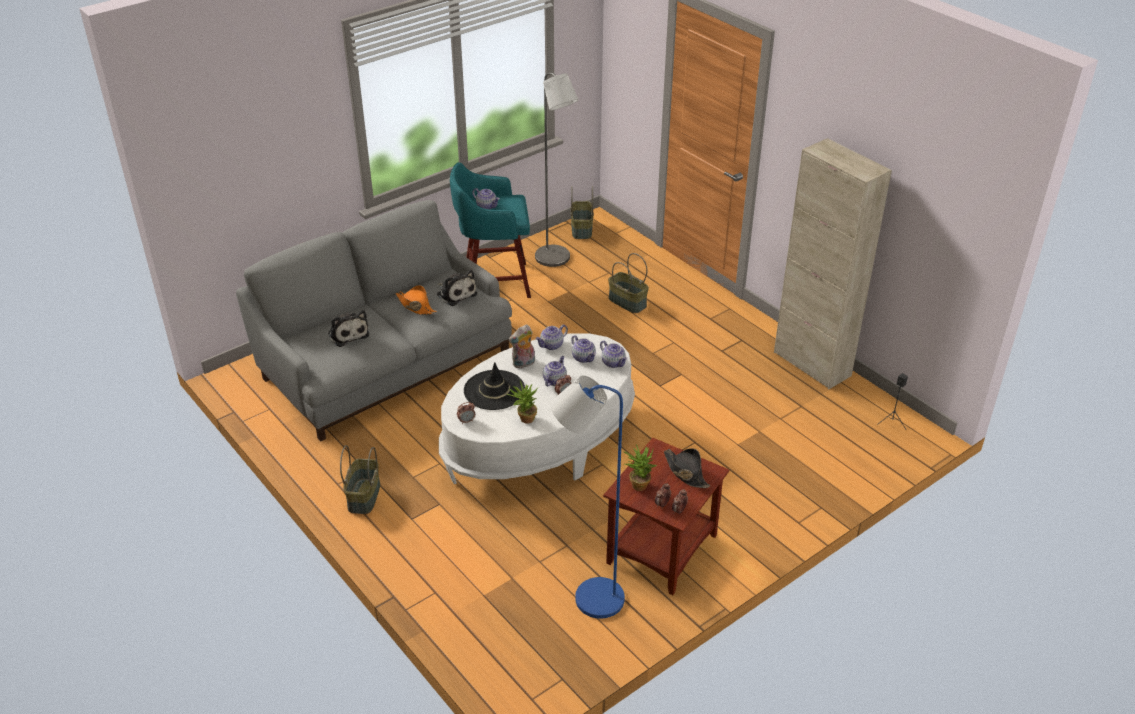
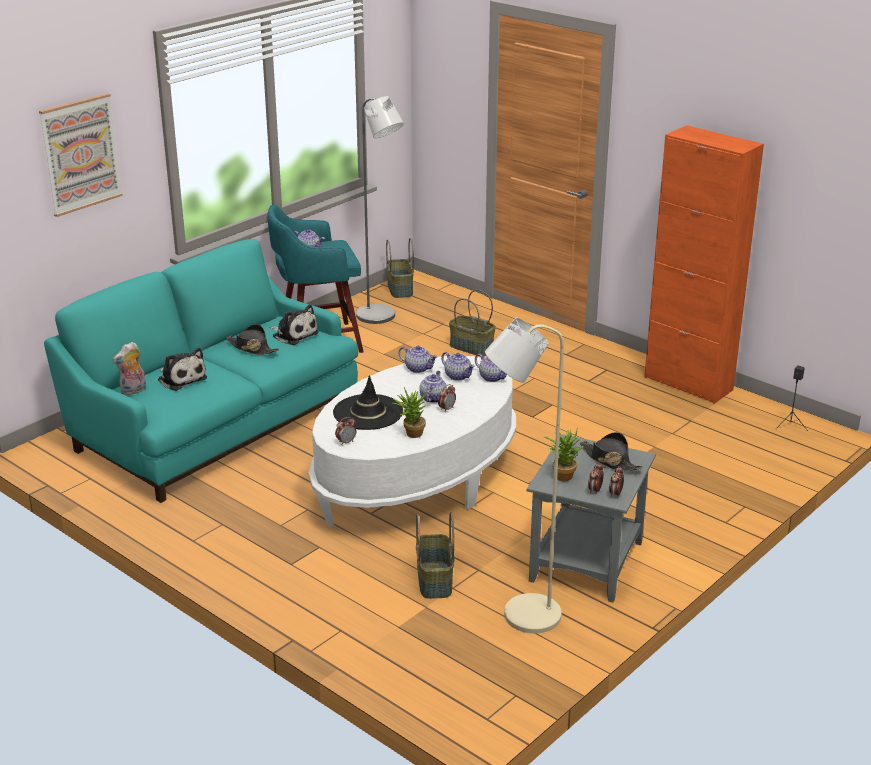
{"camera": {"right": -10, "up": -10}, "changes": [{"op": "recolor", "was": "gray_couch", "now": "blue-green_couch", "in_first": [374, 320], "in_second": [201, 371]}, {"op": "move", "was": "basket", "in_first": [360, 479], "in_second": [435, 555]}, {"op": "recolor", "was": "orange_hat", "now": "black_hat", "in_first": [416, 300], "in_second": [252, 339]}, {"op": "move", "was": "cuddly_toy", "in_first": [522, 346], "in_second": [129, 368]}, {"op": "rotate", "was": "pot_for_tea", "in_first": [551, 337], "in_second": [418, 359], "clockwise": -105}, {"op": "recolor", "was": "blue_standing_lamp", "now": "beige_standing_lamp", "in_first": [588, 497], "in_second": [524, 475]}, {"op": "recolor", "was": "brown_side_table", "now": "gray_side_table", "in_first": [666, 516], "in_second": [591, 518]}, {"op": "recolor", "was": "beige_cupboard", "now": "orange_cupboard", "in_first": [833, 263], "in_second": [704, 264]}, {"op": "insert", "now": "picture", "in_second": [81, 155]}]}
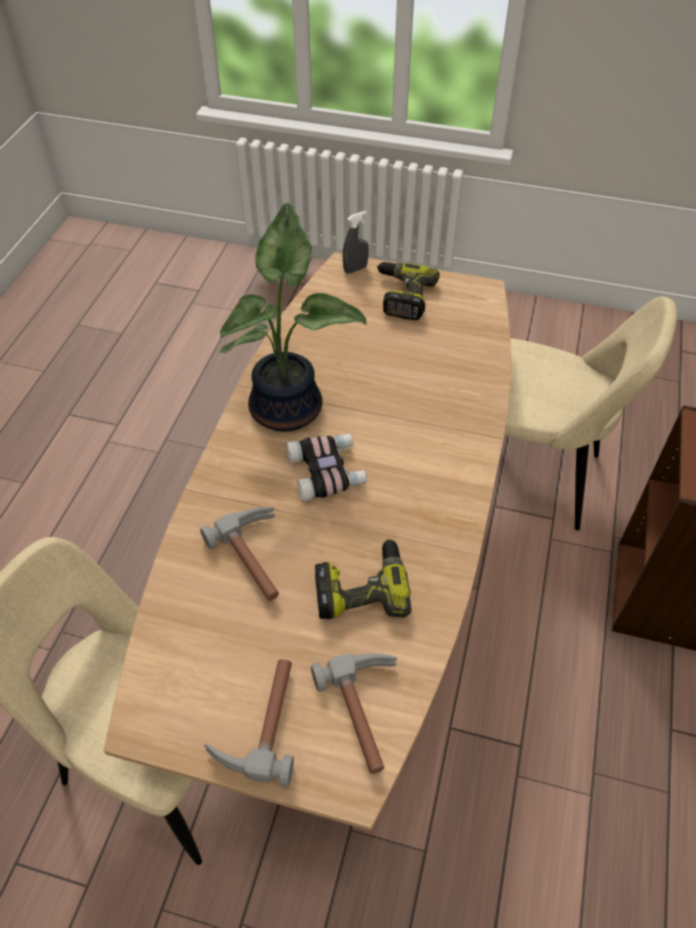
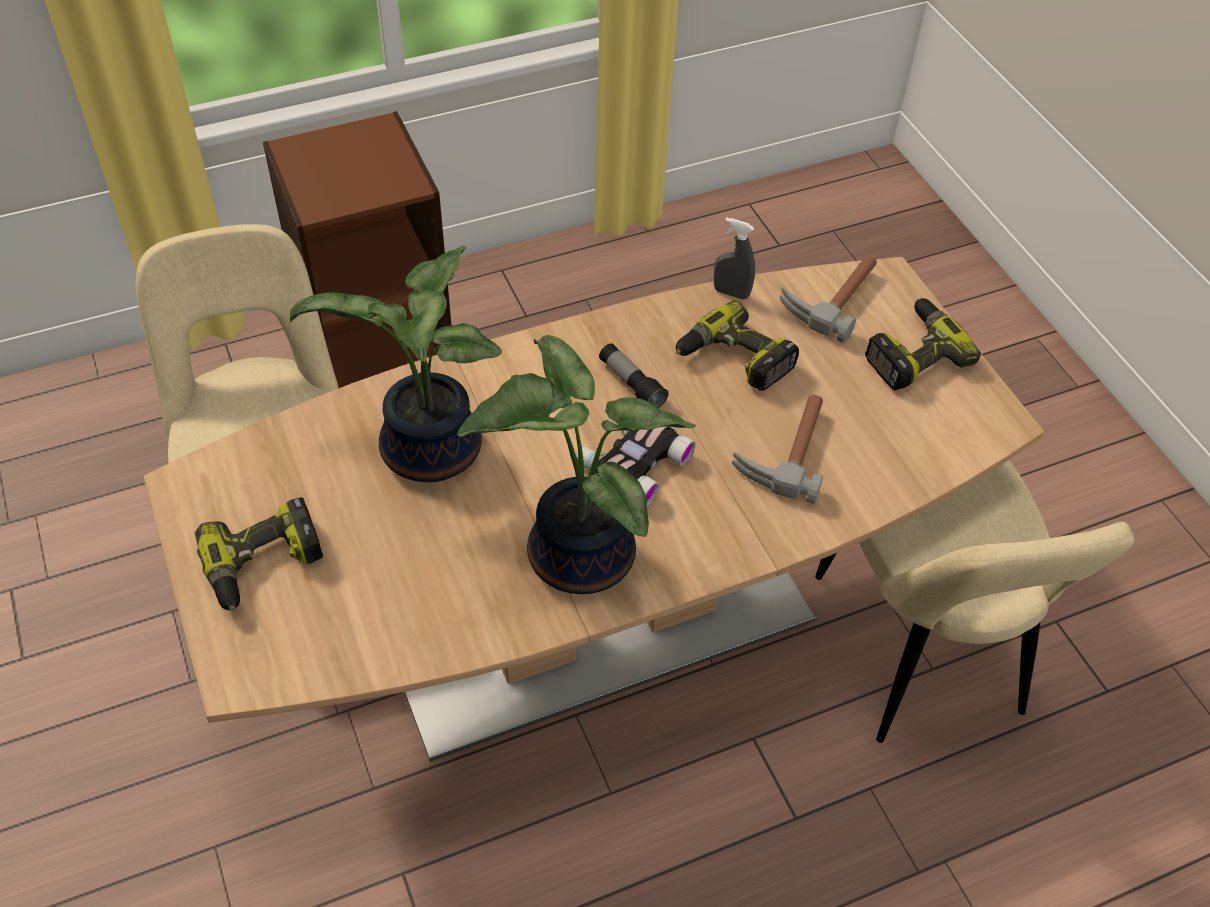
{"camera": {"right": -130, "up": 0}, "changes": [{"op": "replace", "was": "hand_hammer", "now": "power_drill", "in_first": [249, 723], "in_second": [923, 344]}, {"op": "move", "was": "gray_spray_bottle", "in_first": [356, 242], "in_second": [734, 258]}, {"op": "insert", "now": "plant_in_a_pot", "in_second": [396, 363]}, {"op": "insert", "now": "torch", "in_second": [633, 375]}]}
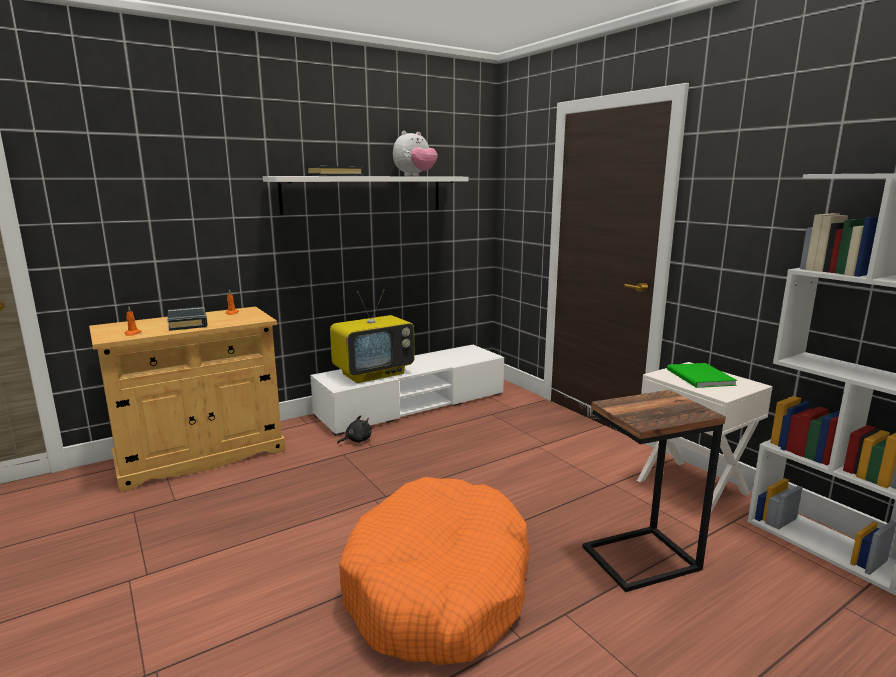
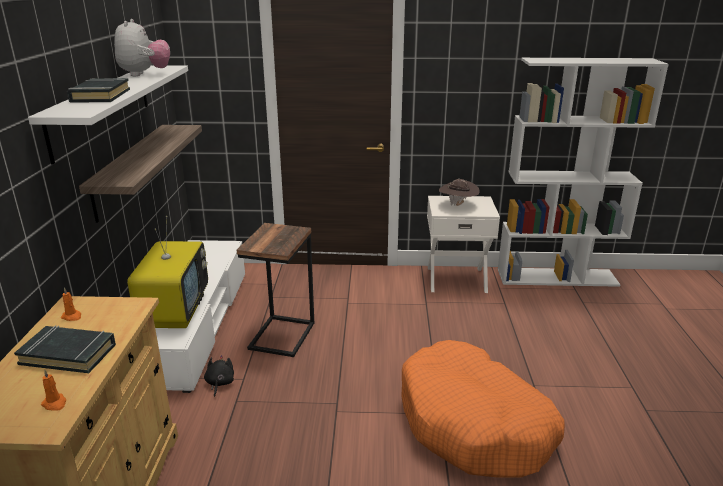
{"camera": {"right": -55, "up": 10}, "changes": [{"op": "move", "was": "side_table", "in_first": [654, 491], "in_second": [275, 290]}, {"op": "replace", "was": "green_bound_book", "now": "brown_hat", "in_first": [702, 375], "in_second": [459, 192]}, {"op": "insert", "now": "wall_shelf", "in_second": [140, 174]}]}
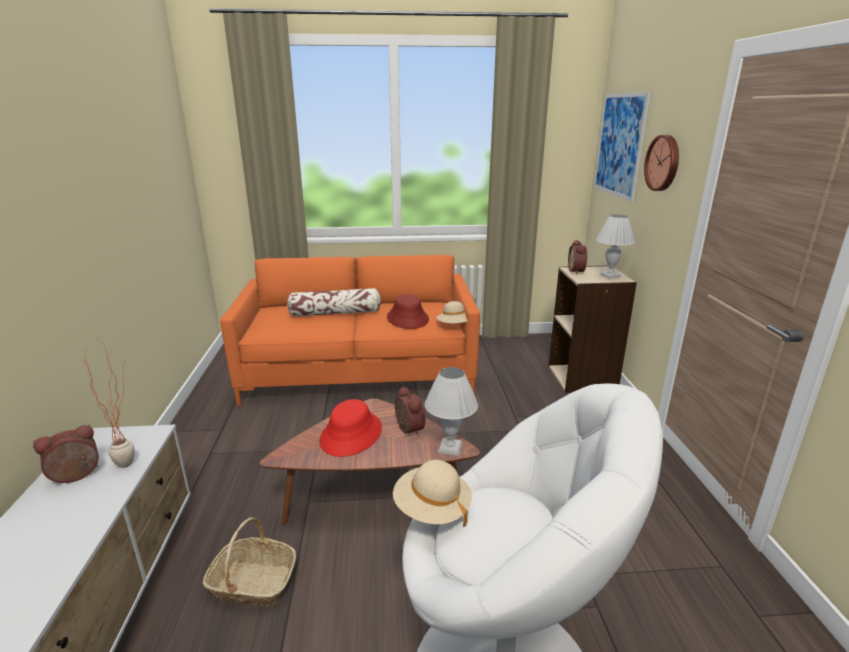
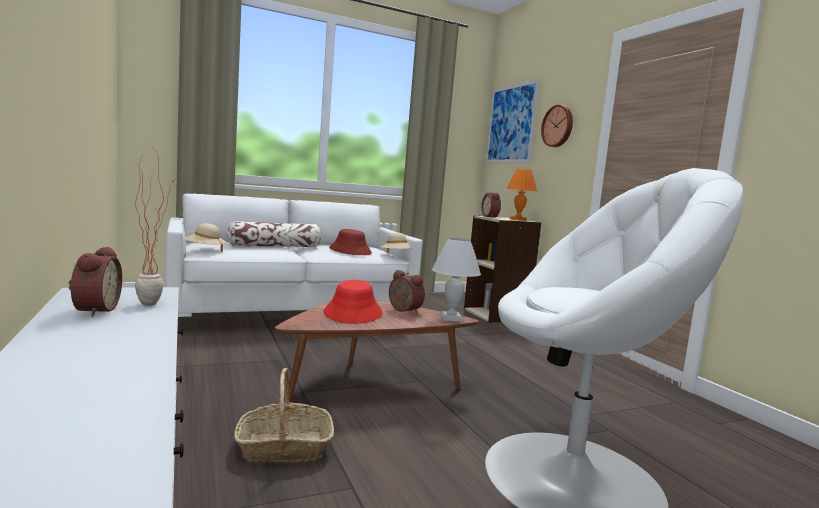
{"camera": {"right": -20, "up": -15}, "changes": [{"op": "rotate", "was": "table_clock", "in_first": [66, 454], "in_second": [95, 282], "clockwise": 135}, {"op": "recolor", "was": "orange_couch", "now": "white_couch", "in_first": [350, 330], "in_second": [293, 255]}, {"op": "move", "was": "beige_hat", "in_first": [432, 493], "in_second": [205, 237]}, {"op": "recolor", "was": "white_lamp_for_a_table", "now": "orange_lamp_for_a_table", "in_first": [615, 247], "in_second": [521, 195]}]}
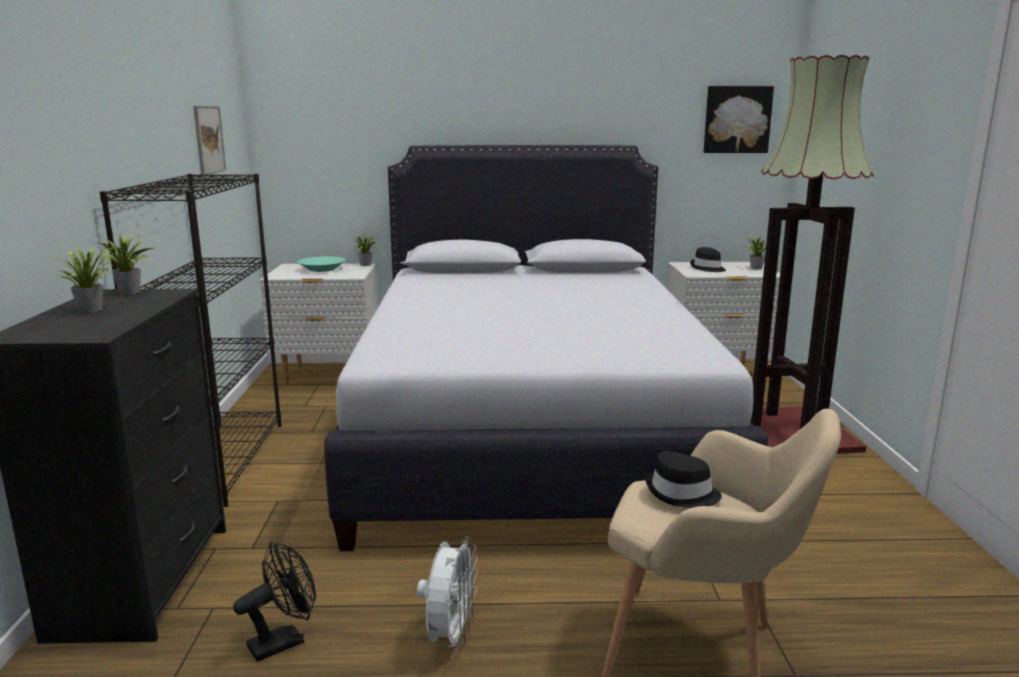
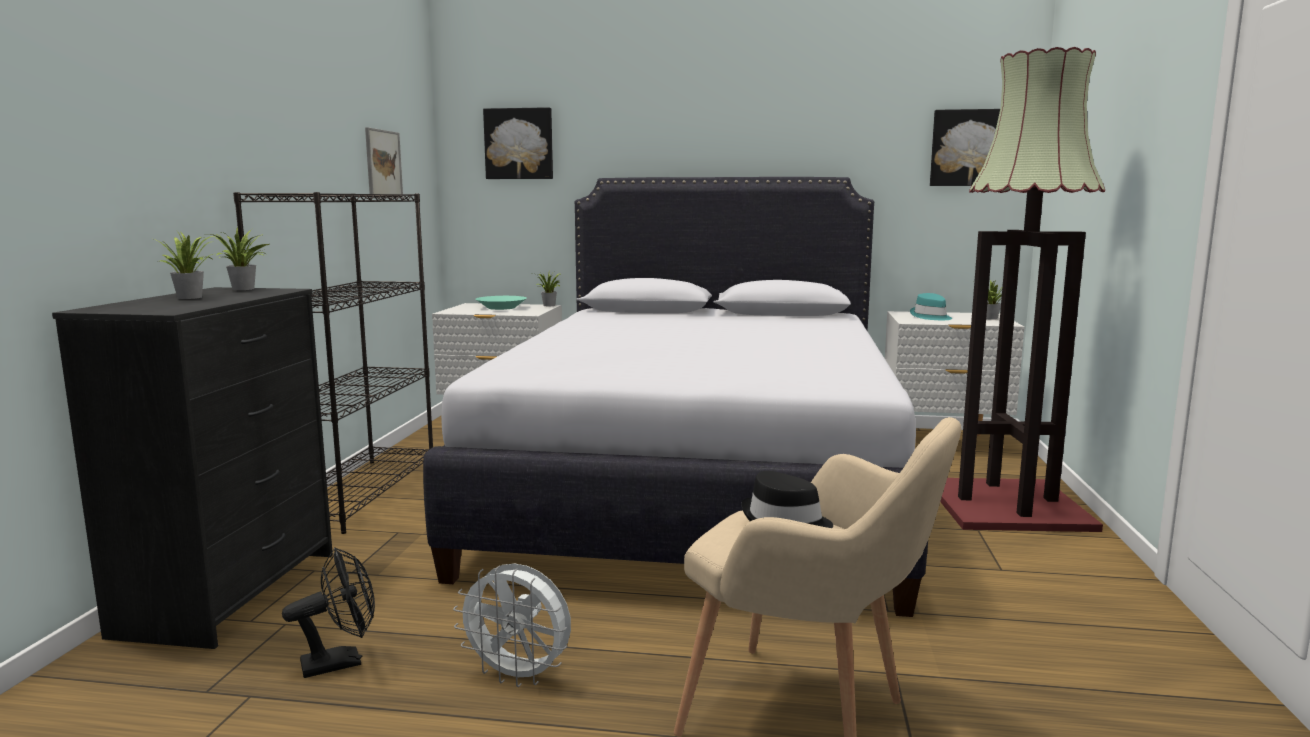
{"camera": {"right": 10, "up": -5}, "changes": [{"op": "rotate", "was": "white_electric_fan", "in_first": [447, 594], "in_second": [512, 625], "clockwise": 90}, {"op": "recolor", "was": "black_hat", "now": "blue-green_hat", "in_first": [708, 259], "in_second": [931, 306]}, {"op": "insert", "now": "picture", "in_second": [518, 143]}]}
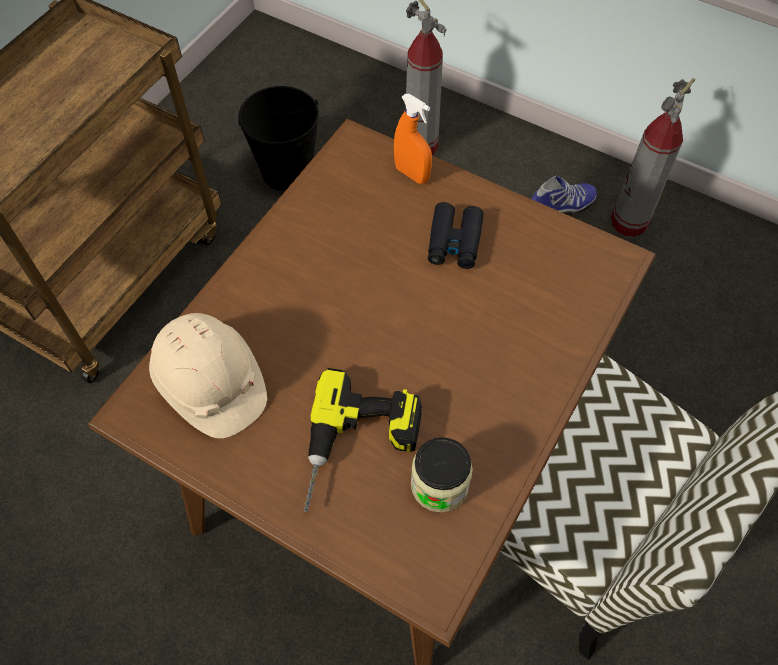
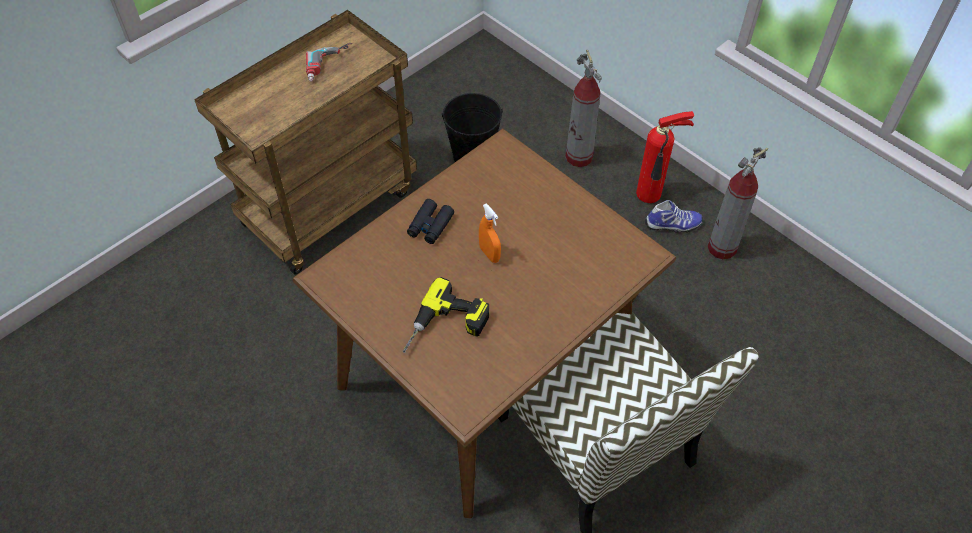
{"camera": {"right": 15, "up": -5}, "changes": [{"op": "delete", "was": "beige_safety_helmet", "in_first": [208, 375]}, {"op": "move", "was": "orange_spray_bottle", "in_first": [413, 139], "in_second": [490, 233]}, {"op": "delete", "was": "storage_jar", "in_first": [442, 474]}, {"op": "move", "was": "black_pair_of_binoculars", "in_first": [456, 235], "in_second": [430, 221]}, {"op": "insert", "now": "power_drill", "in_second": [329, 62]}, {"op": "insert", "now": "fire_extinguisher", "in_second": [665, 157]}]}
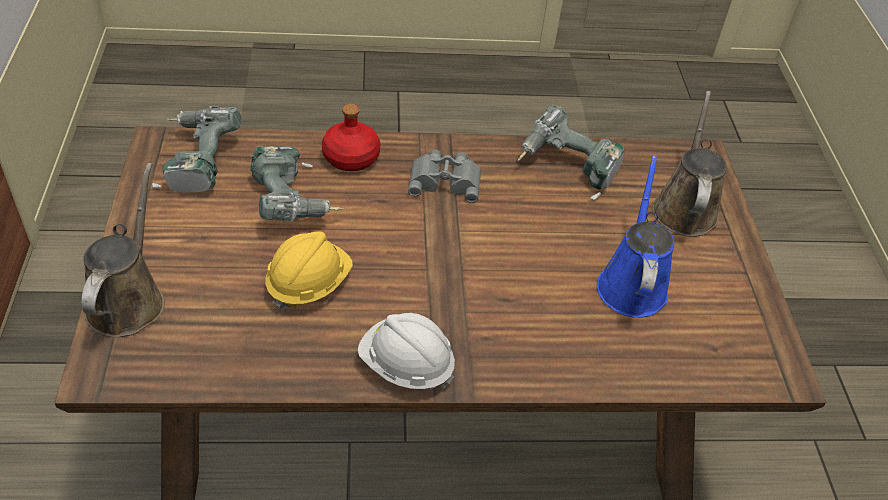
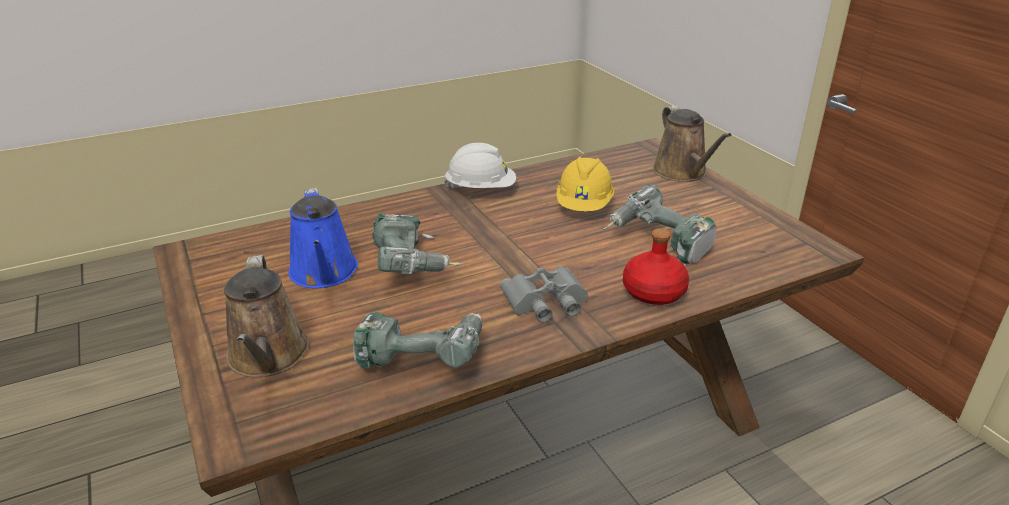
{"camera": {"right": 160, "up": -15}, "changes": [{"op": "move", "was": "power_drill", "in_first": [196, 149], "in_second": [417, 244]}]}
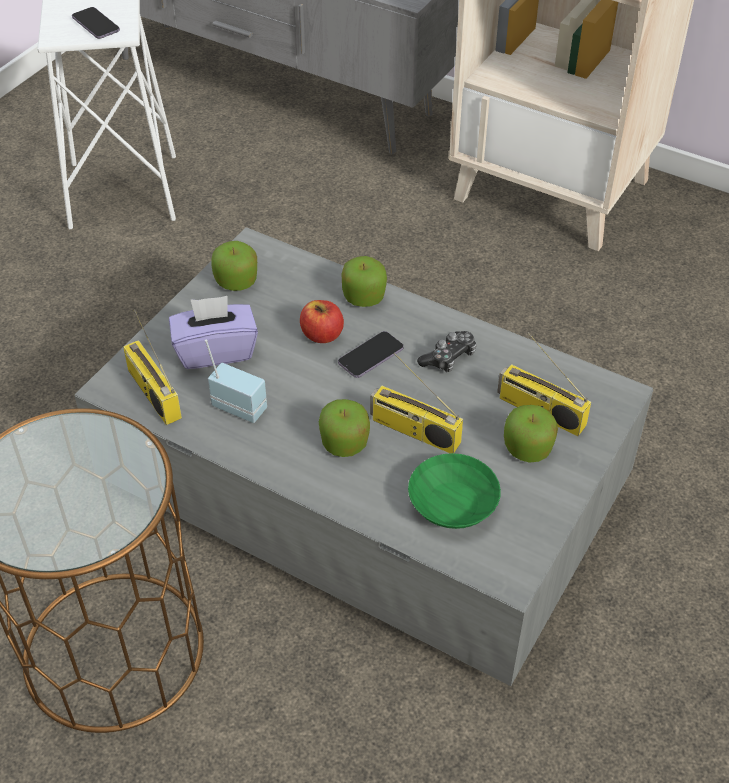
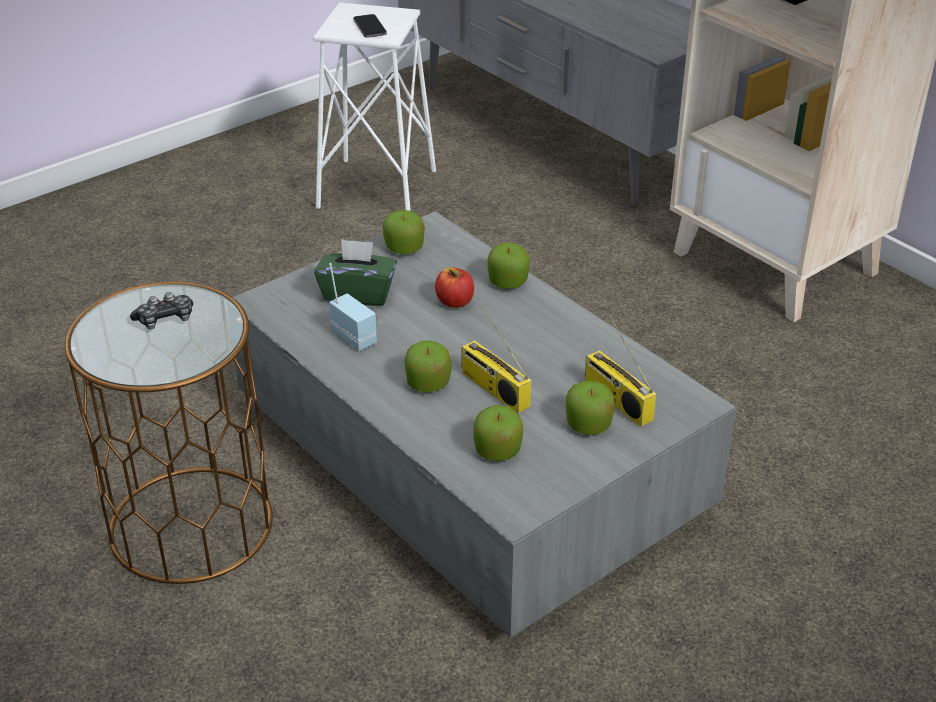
{"camera": {"right": 20, "up": -10}, "changes": [{"op": "delete", "was": "radio_set", "in_first": [152, 367]}, {"op": "recolor", "was": "purplish_tissue_holder", "now": "green_tissue_holder", "in_first": [213, 332], "in_second": [355, 272]}, {"op": "delete", "was": "phone", "in_first": [371, 354]}, {"op": "replace", "was": "green_serving_bowl", "now": "apple_fruit", "in_first": [454, 491], "in_second": [498, 433]}, {"op": "move", "was": "game_controller", "in_first": [447, 351], "in_second": [161, 311]}]}
